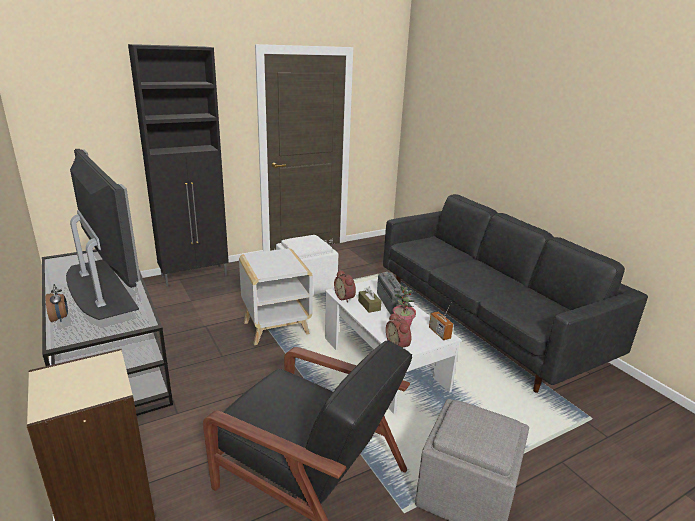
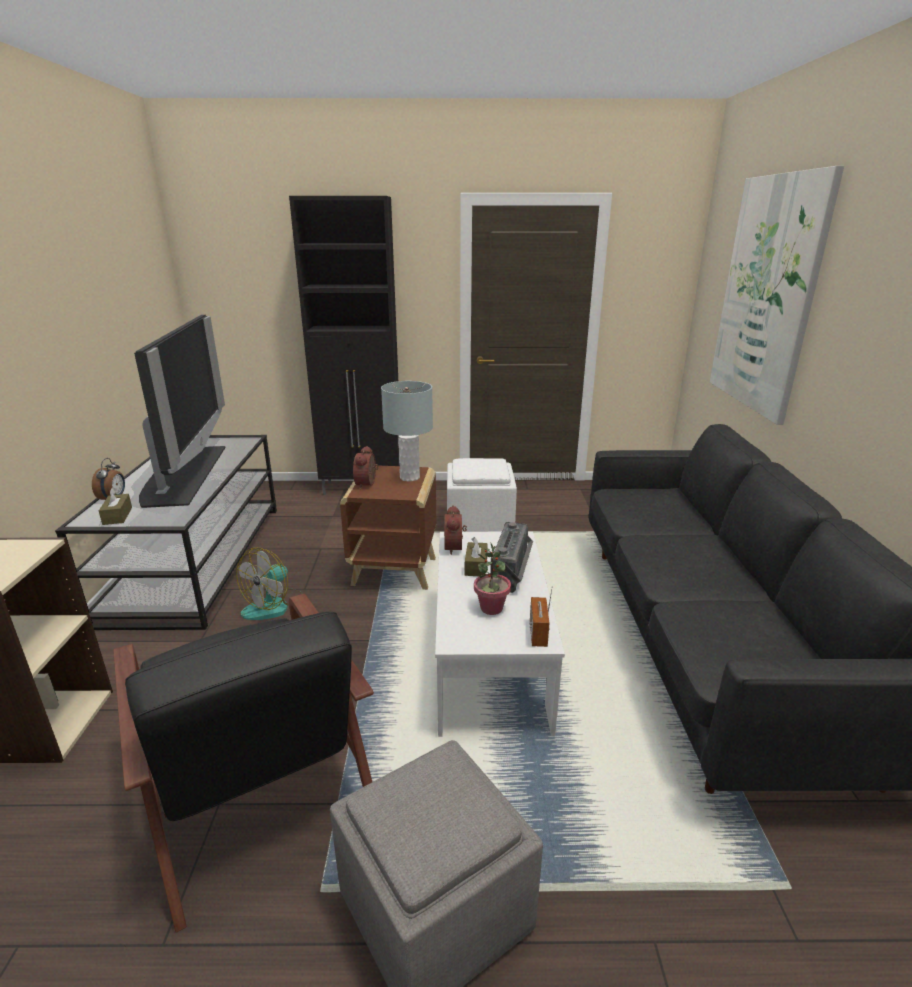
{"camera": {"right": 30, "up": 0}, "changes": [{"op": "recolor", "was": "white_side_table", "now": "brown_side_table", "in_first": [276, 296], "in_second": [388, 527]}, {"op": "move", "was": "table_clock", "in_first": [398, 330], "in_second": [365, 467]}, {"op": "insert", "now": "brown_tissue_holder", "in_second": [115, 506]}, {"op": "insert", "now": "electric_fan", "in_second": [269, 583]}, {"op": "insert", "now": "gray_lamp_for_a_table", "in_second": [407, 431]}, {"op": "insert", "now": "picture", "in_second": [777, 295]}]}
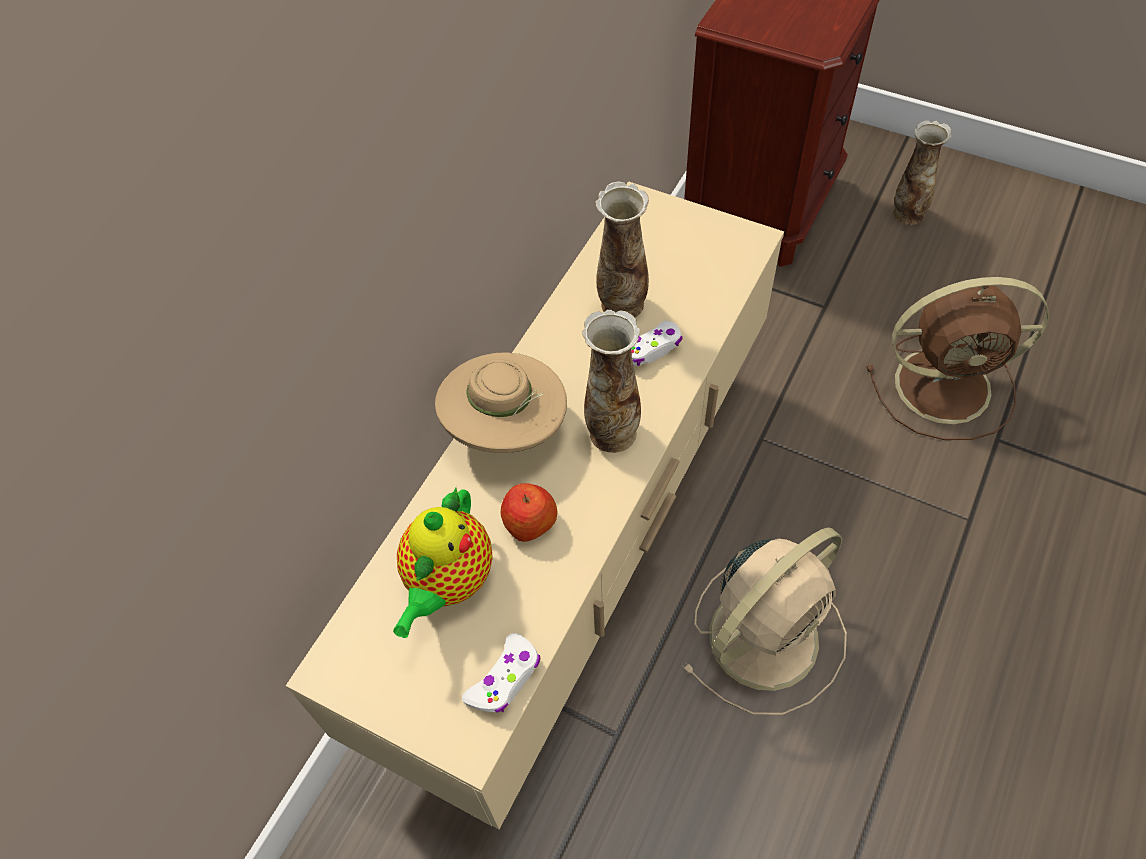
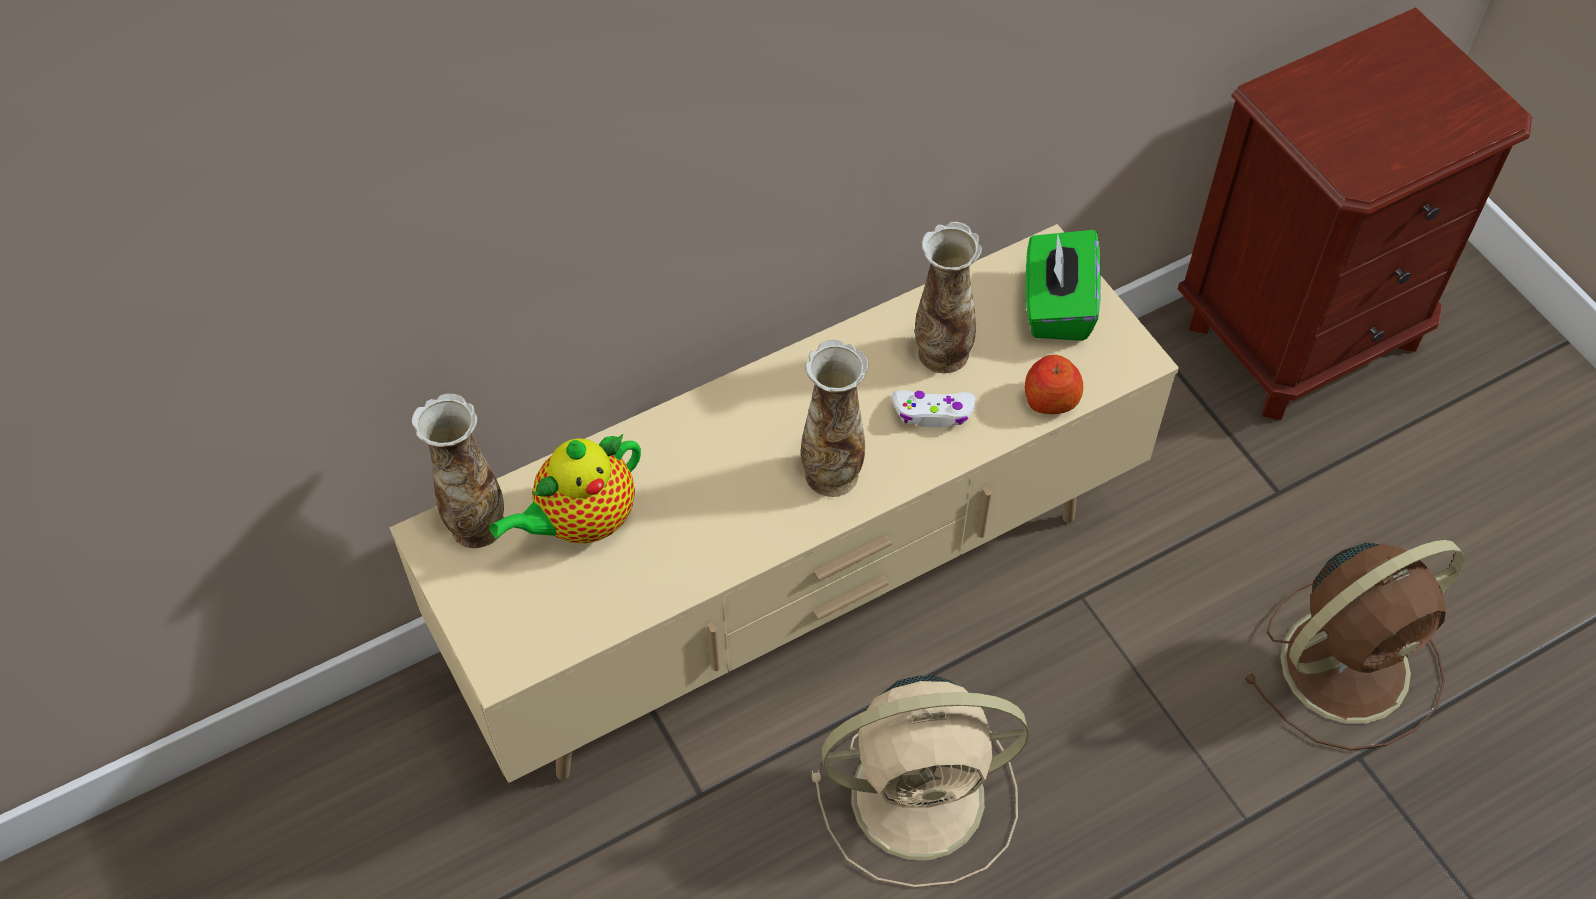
{"camera": {"right": 30, "up": 0}, "changes": [{"op": "delete", "was": "beige_hat", "in_first": [501, 402]}, {"op": "delete", "was": "white_game_controller", "in_first": [501, 672]}, {"op": "move", "was": "apple_fruit", "in_first": [529, 512], "in_second": [1054, 384]}, {"op": "rotate", "was": "brown_electric_fan", "in_first": [958, 358], "in_second": [1354, 645], "clockwise": -60}, {"op": "move", "was": "flower_vase", "in_first": [922, 172], "in_second": [458, 470]}, {"op": "insert", "now": "green_tissue_holder", "in_second": [1063, 285]}]}
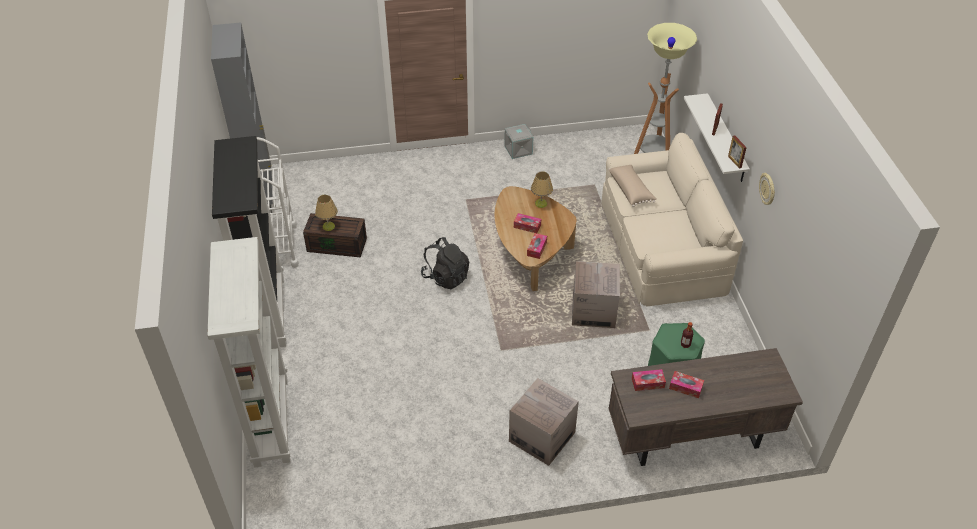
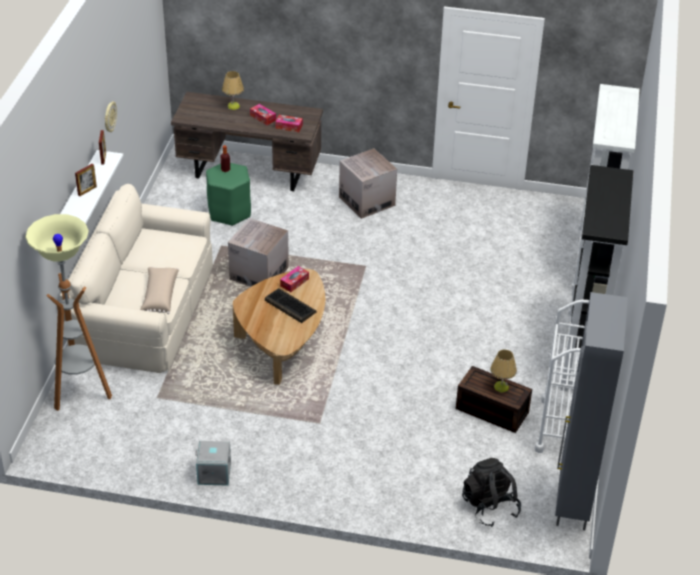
{"camera": {"right": -160, "up": -5}, "changes": [{"op": "move", "was": "black_knapsack", "in_first": [445, 263], "in_second": [491, 492]}, {"op": "replace", "was": "tissue_holder", "now": "keyboard", "in_first": [527, 223], "in_second": [291, 305]}, {"op": "move", "was": "lamp_for_a_table", "in_first": [542, 189], "in_second": [233, 90]}]}
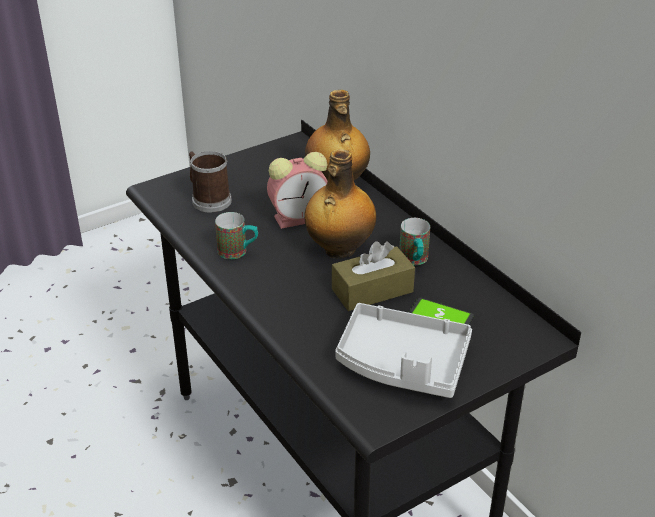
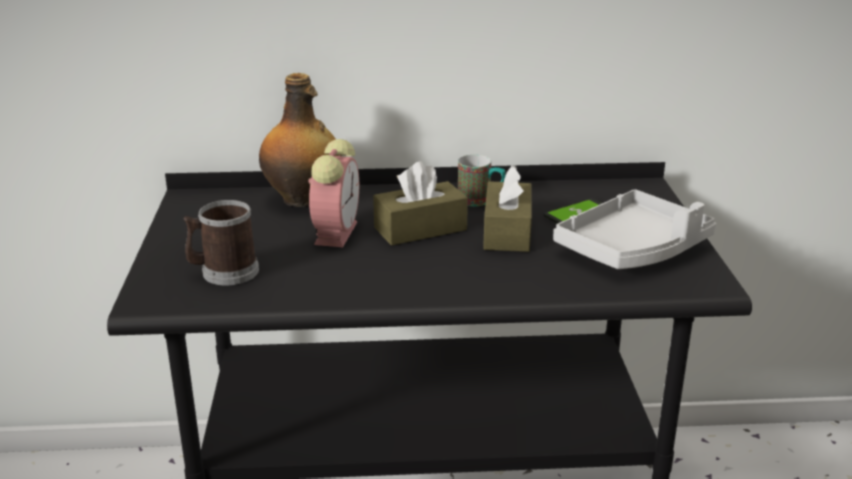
{"camera": {"right": -60, "up": -10}, "changes": [{"op": "delete", "was": "tea_mug", "in_first": [236, 235]}, {"op": "replace", "was": "drink_bottle", "now": "brown_tissue_holder", "in_first": [340, 204], "in_second": [420, 203]}]}
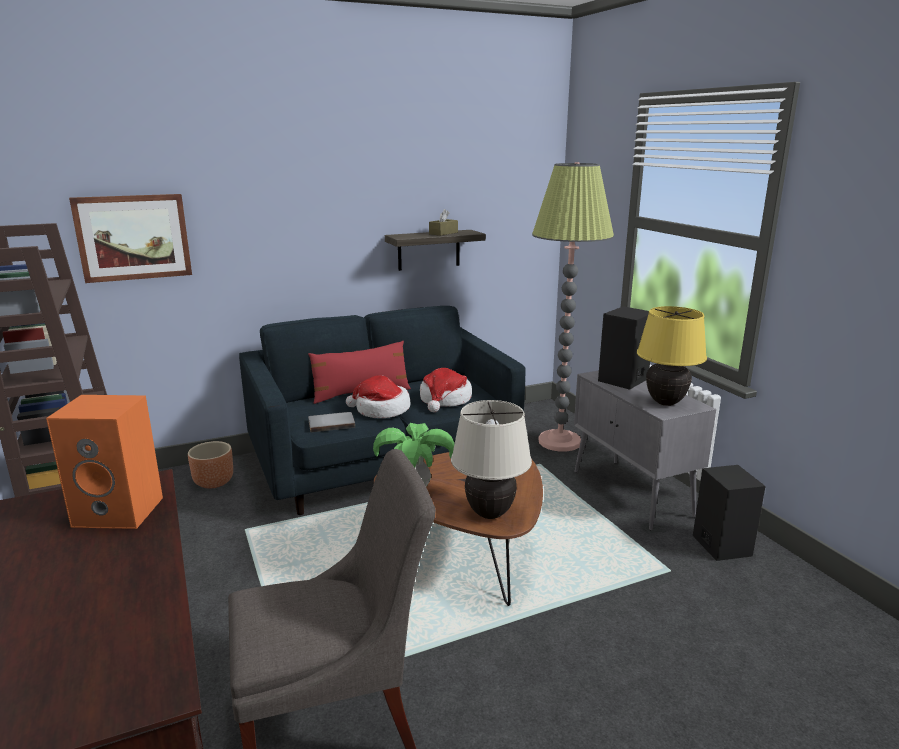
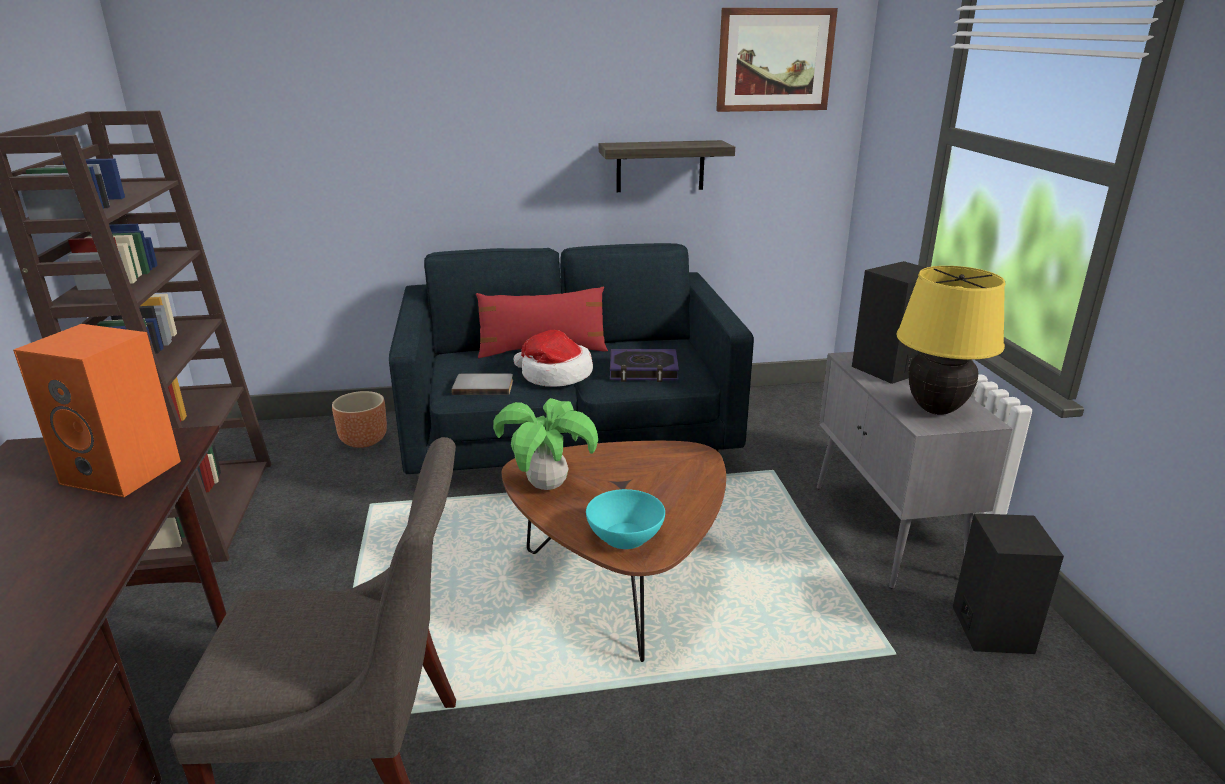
{"camera": {"right": 15, "up": 5}, "changes": [{"op": "move", "was": "picture", "in_first": [130, 238], "in_second": [777, 60]}, {"op": "replace", "was": "hat", "now": "bound_book", "in_first": [446, 390], "in_second": [644, 365]}, {"op": "delete", "was": "brown_tissue_holder", "in_first": [443, 222]}, {"op": "replace", "was": "beige_lamp_for_a_table", "now": "blue-green_serving_bowl", "in_first": [491, 459], "in_second": [625, 519]}, {"op": "delete", "was": "standing_lamp", "in_first": [573, 307]}]}
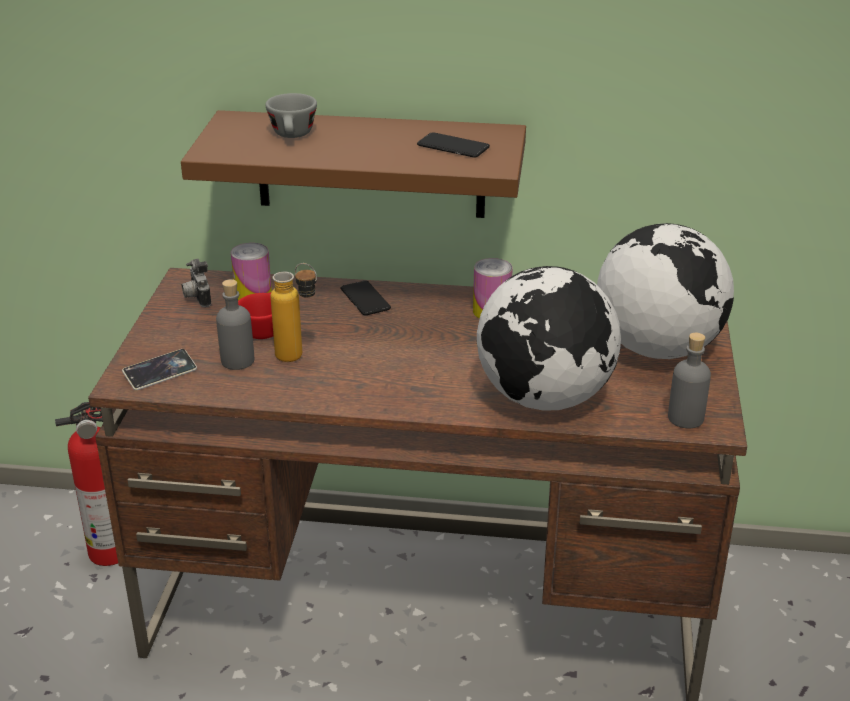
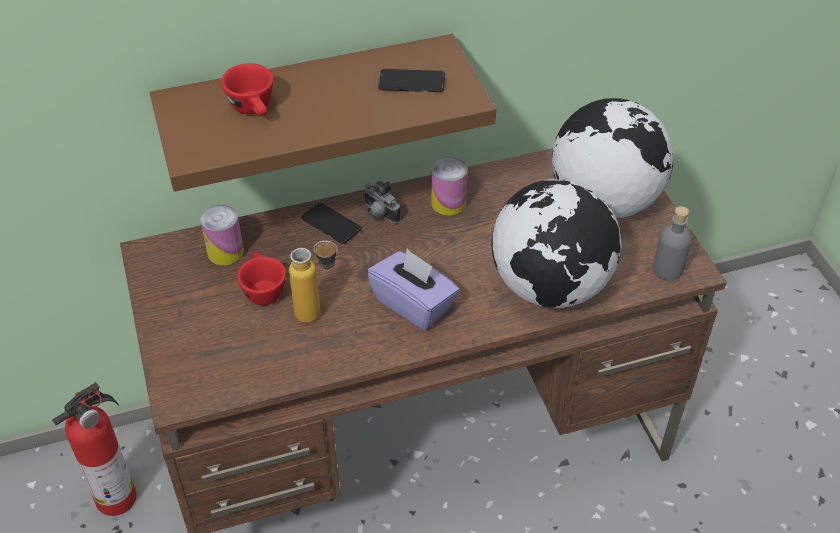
{"camera": {"right": -25, "up": 15}, "changes": [{"op": "delete", "was": "phone", "in_first": [159, 369]}, {"op": "move", "was": "still_camera", "in_first": [196, 283], "in_second": [381, 202]}, {"op": "delete", "was": "gray_drink_bottle", "in_first": [235, 324]}, {"op": "recolor", "was": "gray_drinking_cup", "now": "red_drinking_cup", "in_first": [291, 115], "in_second": [247, 89]}, {"op": "insert", "now": "purplish_tissue_holder", "in_second": [413, 289]}]}
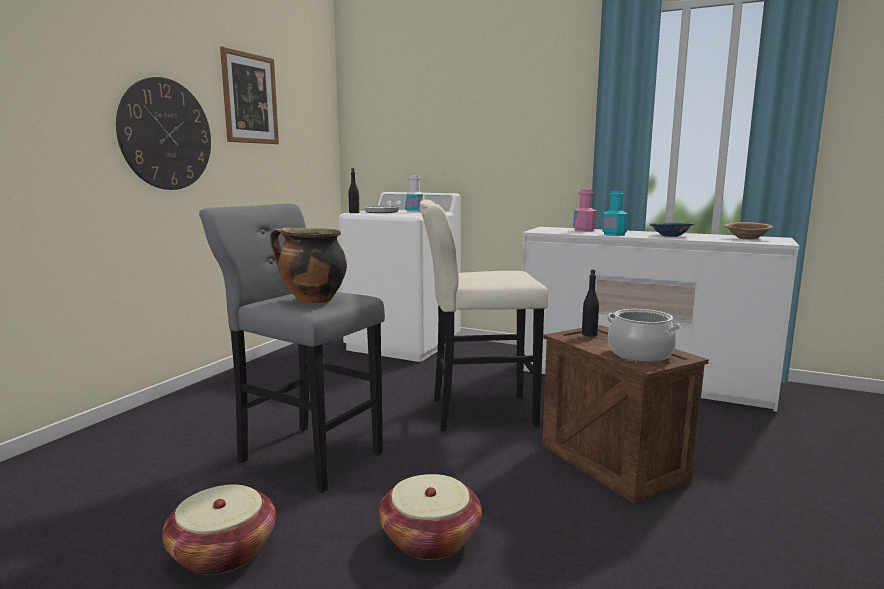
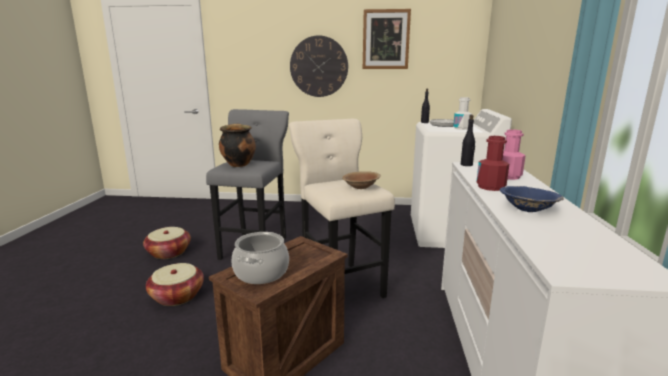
{"camera": {"right": 70, "up": 5}, "changes": [{"op": "move", "was": "black_drink_bottle", "in_first": [590, 302], "in_second": [468, 140]}, {"op": "recolor", "was": "blue-green_drink_bottle", "now": "red_drink_bottle", "in_first": [615, 213], "in_second": [492, 163]}, {"op": "move", "was": "brown_serving_bowl", "in_first": [748, 230], "in_second": [361, 180]}]}
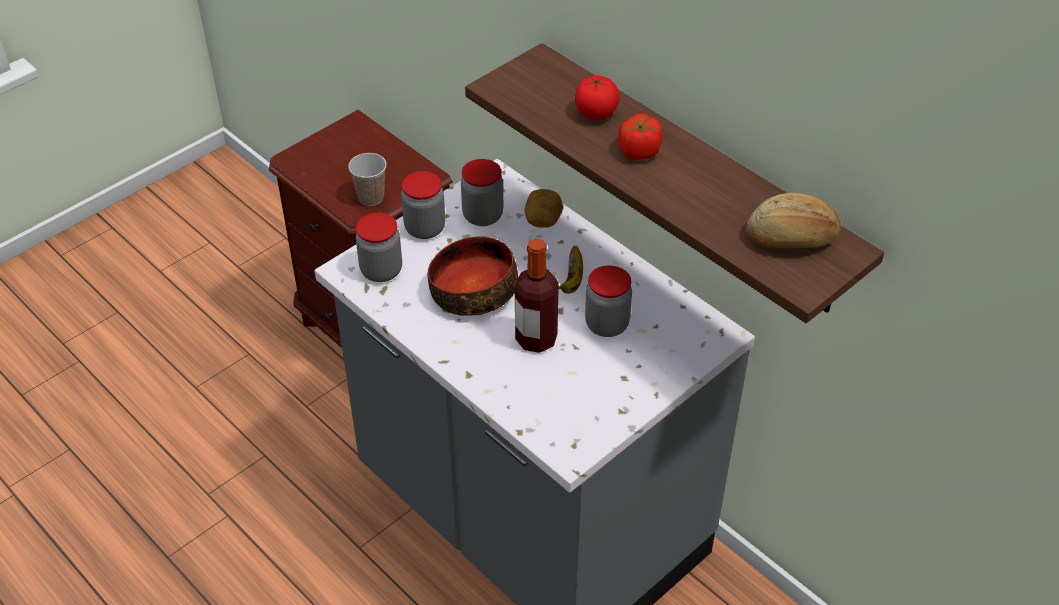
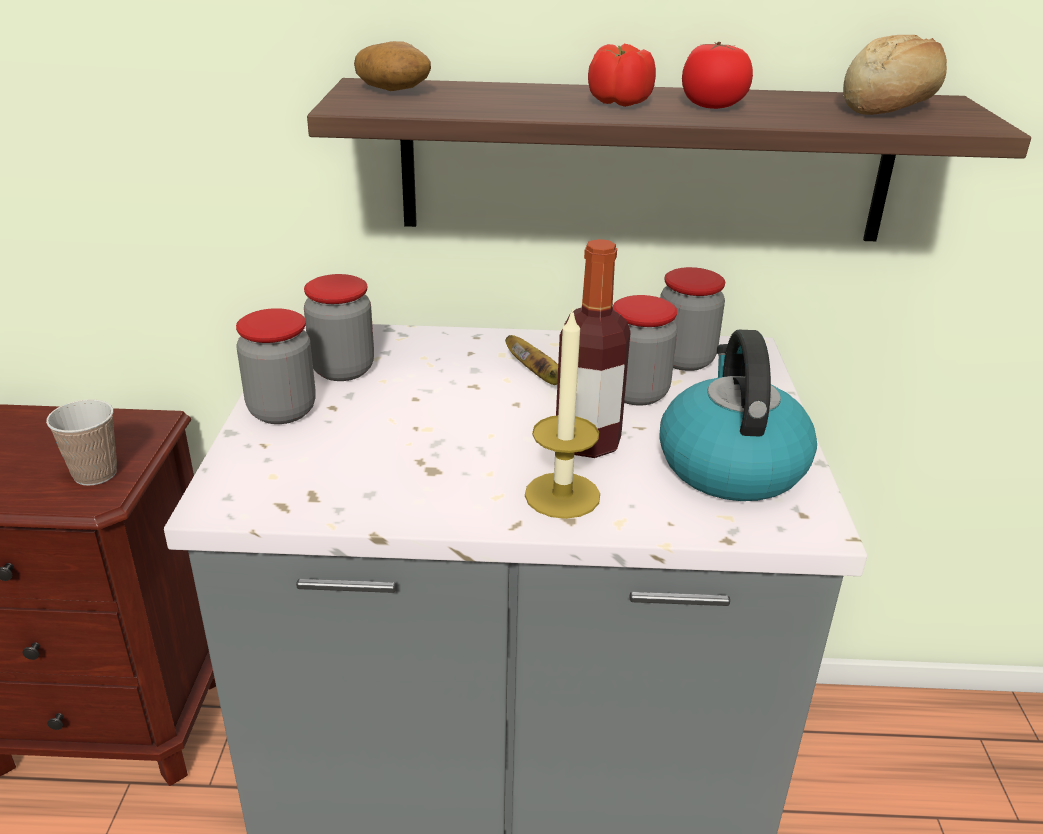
{"camera": {"right": -45, "up": -15}, "changes": [{"op": "move", "was": "storage_jar", "in_first": [379, 247], "in_second": [692, 319]}, {"op": "delete", "was": "serving_bowl", "in_first": [472, 276]}, {"op": "move", "was": "spud", "in_first": [543, 208], "in_second": [392, 66]}, {"op": "move", "was": "whole_tomato", "in_first": [597, 97], "in_second": [717, 75]}, {"op": "insert", "now": "wax_light", "in_second": [562, 413]}, {"op": "insert", "now": "tea_kettle", "in_second": [738, 415]}]}
